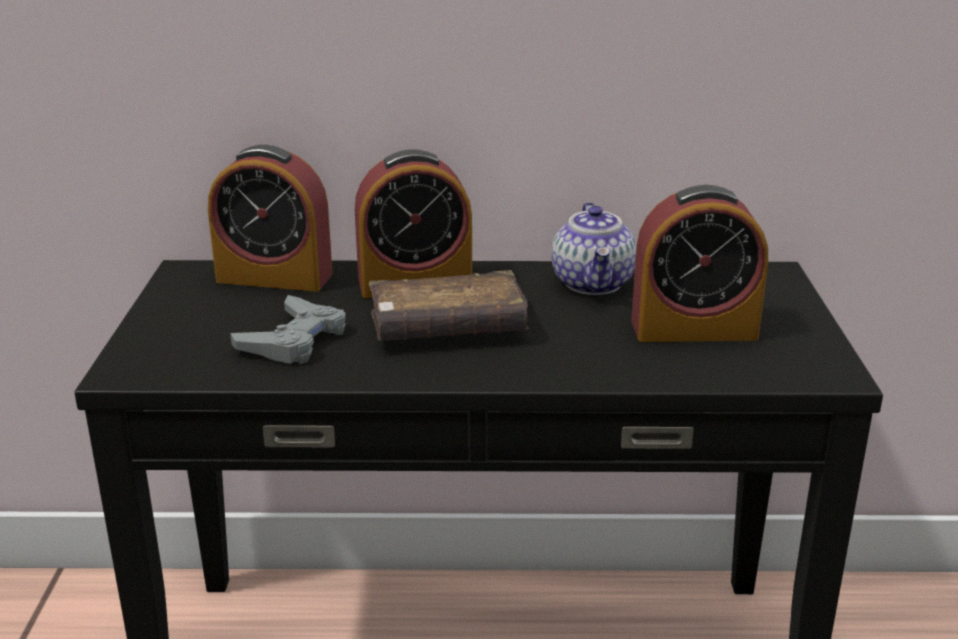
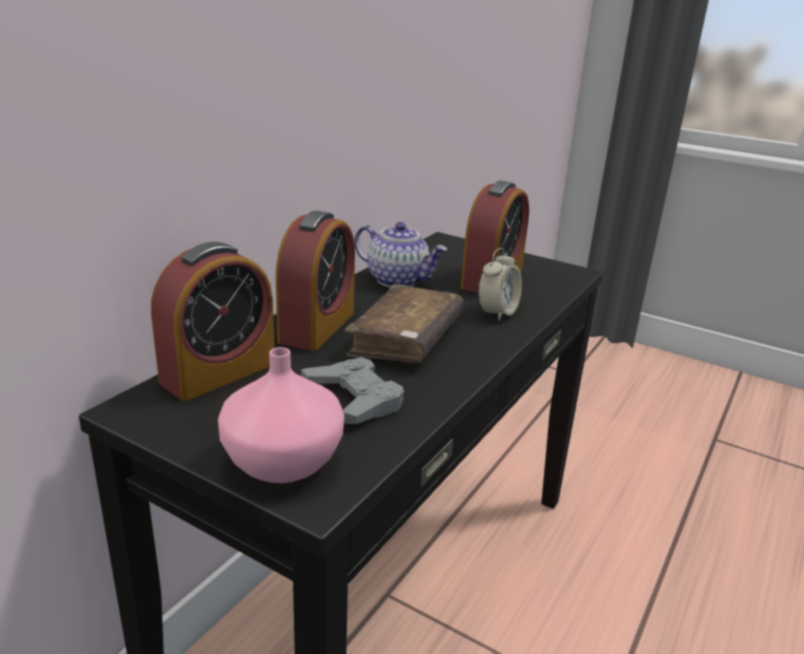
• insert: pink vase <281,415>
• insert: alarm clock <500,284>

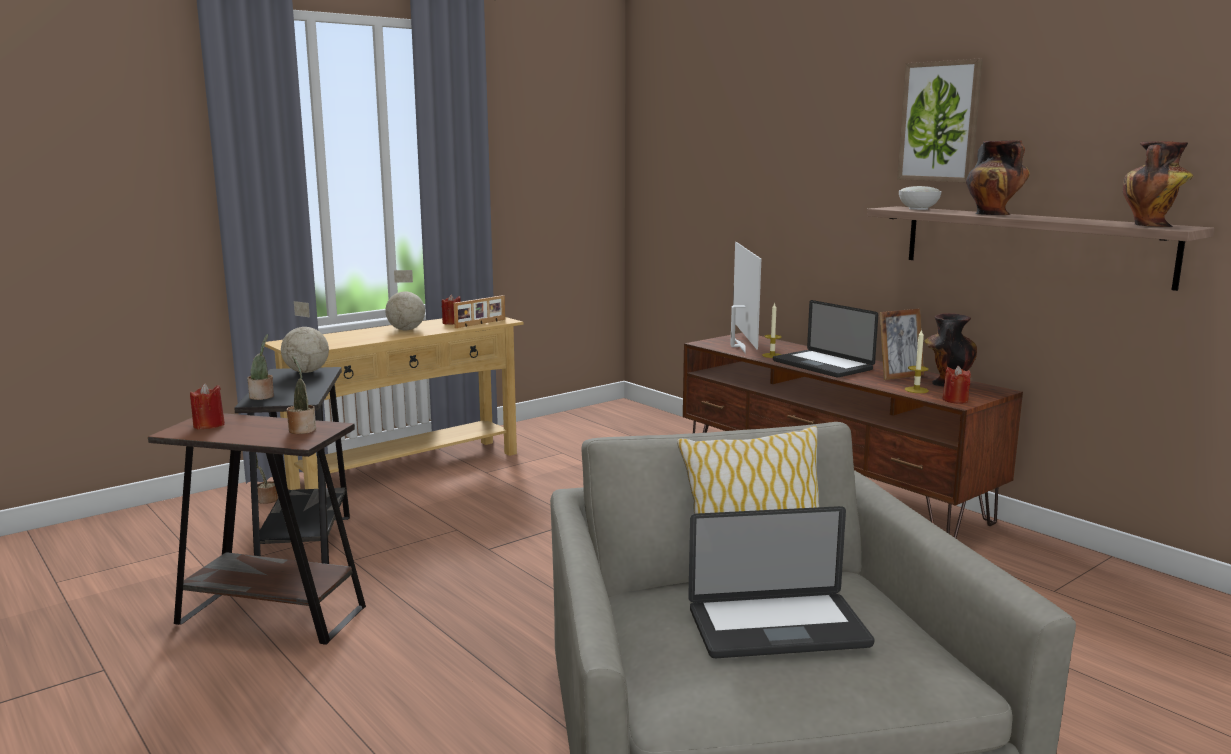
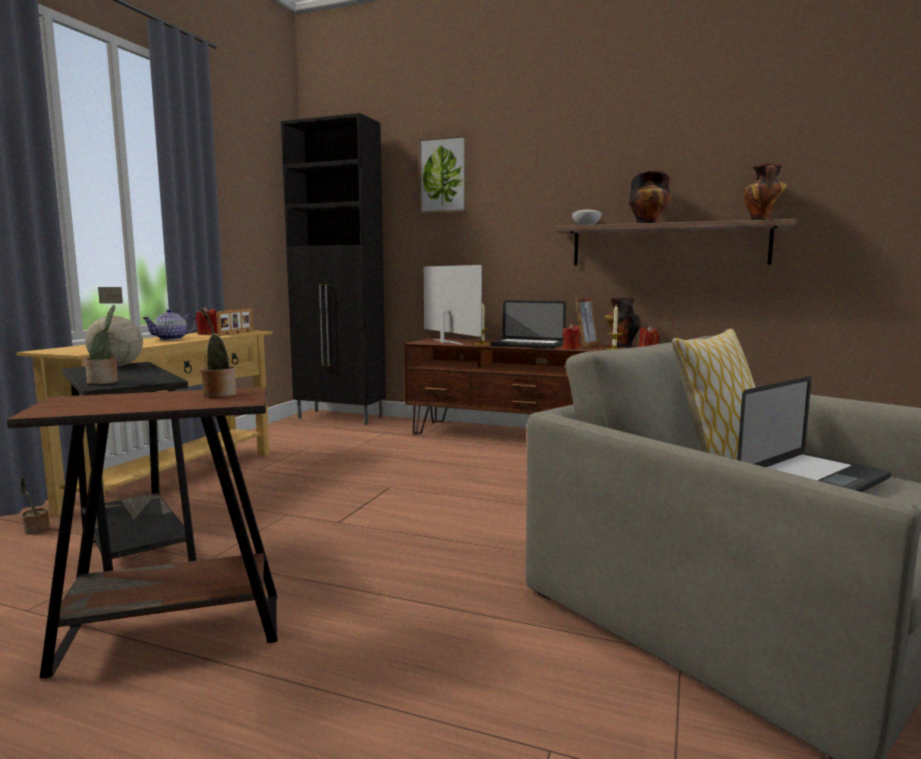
• move: red candle <207,406> to <571,336>
• replace: globe <405,300> to teapot <169,324>
• move: picture <940,120> to <443,174>
• insert: black cabinet <333,268>

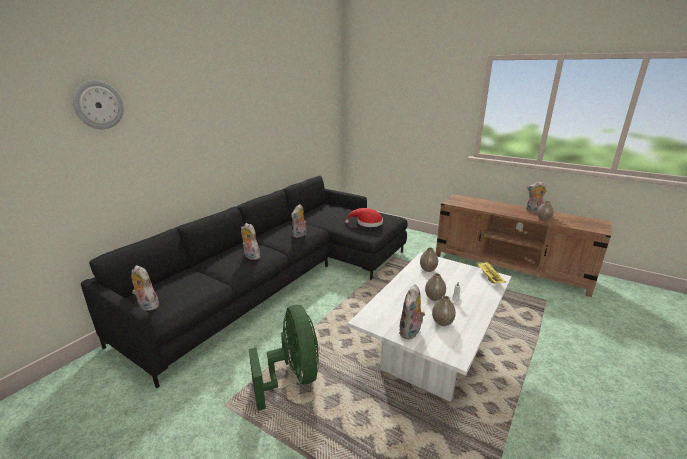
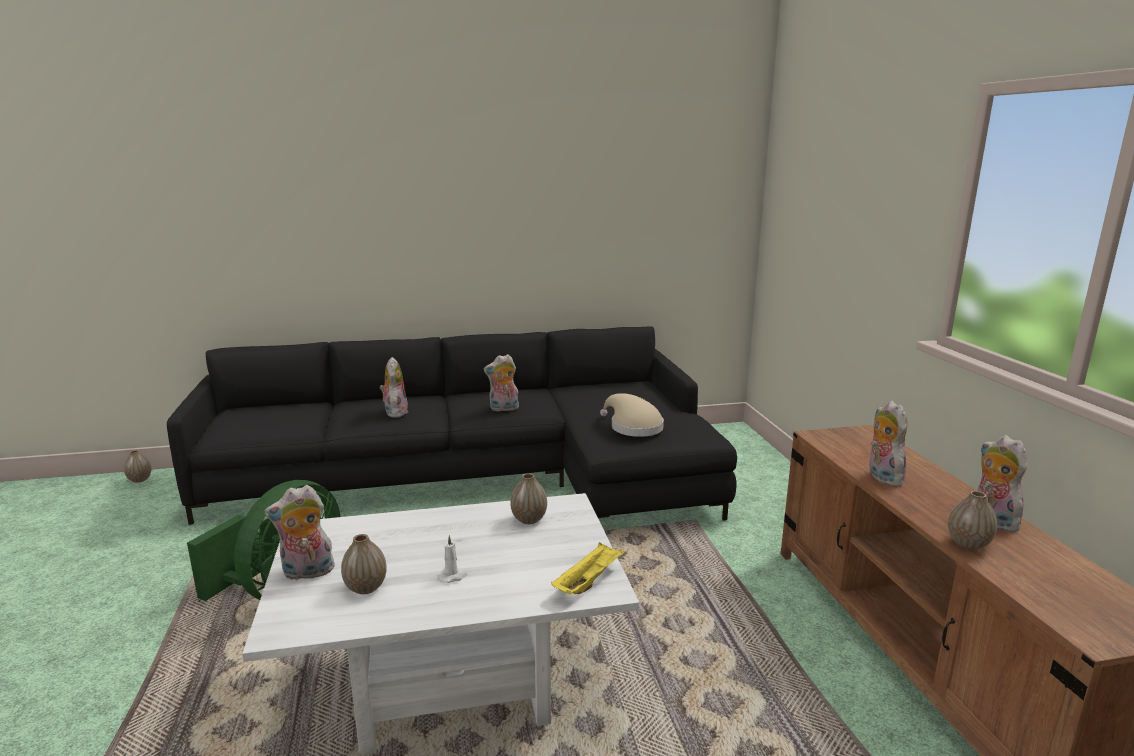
• delete: wall clock <98,104>
• move: plush toy <146,288> to <888,443>
• recolor: red hat <364,217> to beige hat <632,415>
• move: vase <435,287> to <138,466>

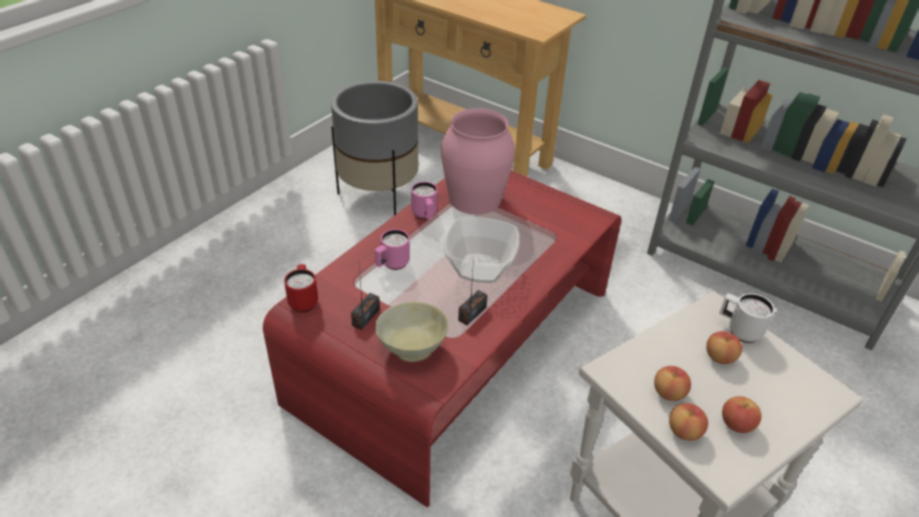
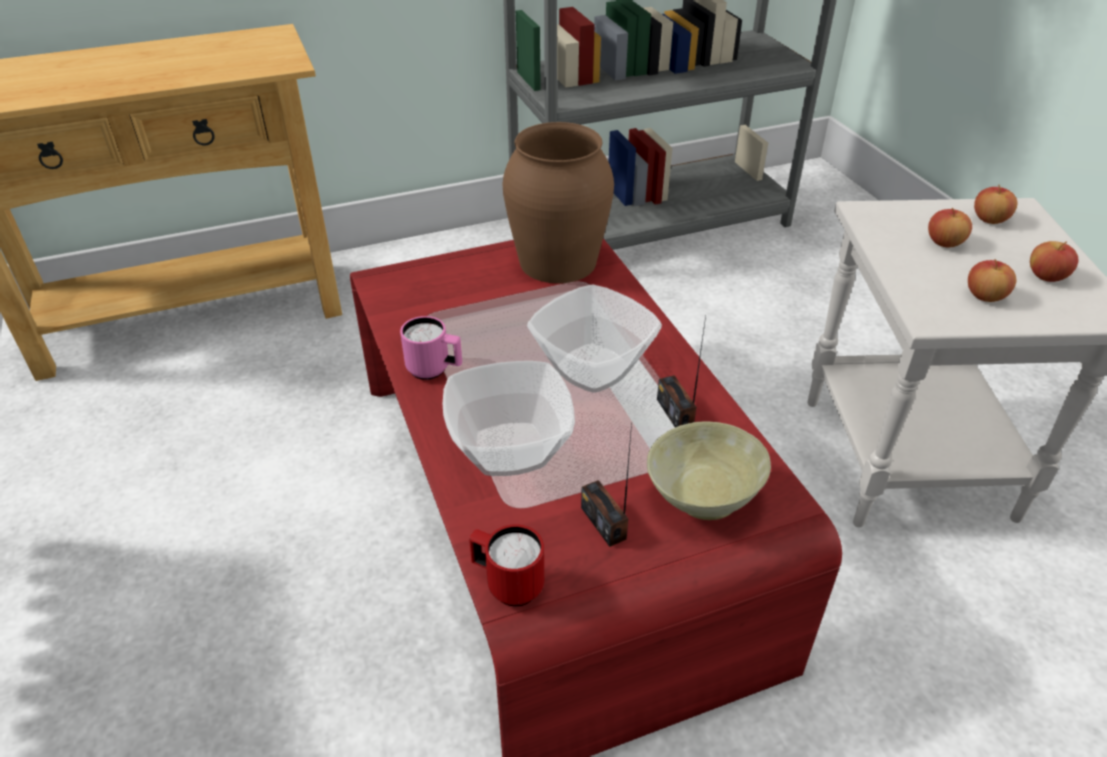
• delete: grey planter <375,148>
• replace: pink mug <392,249> to bowl <509,418>
• delete: pink vase <478,161>
• move: apple <688,422> to <996,204>
• delete: white mug <747,318>
• insert: brown vase <558,202>

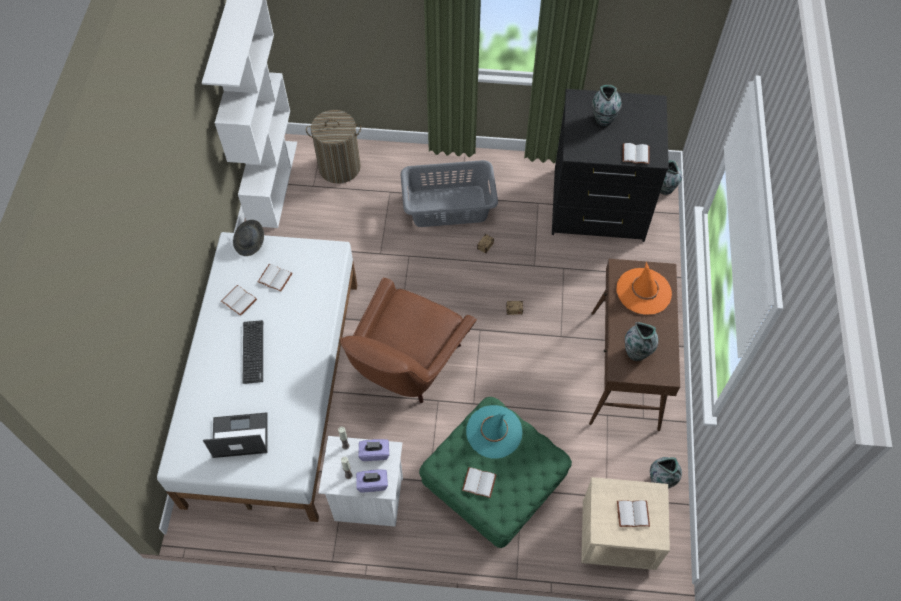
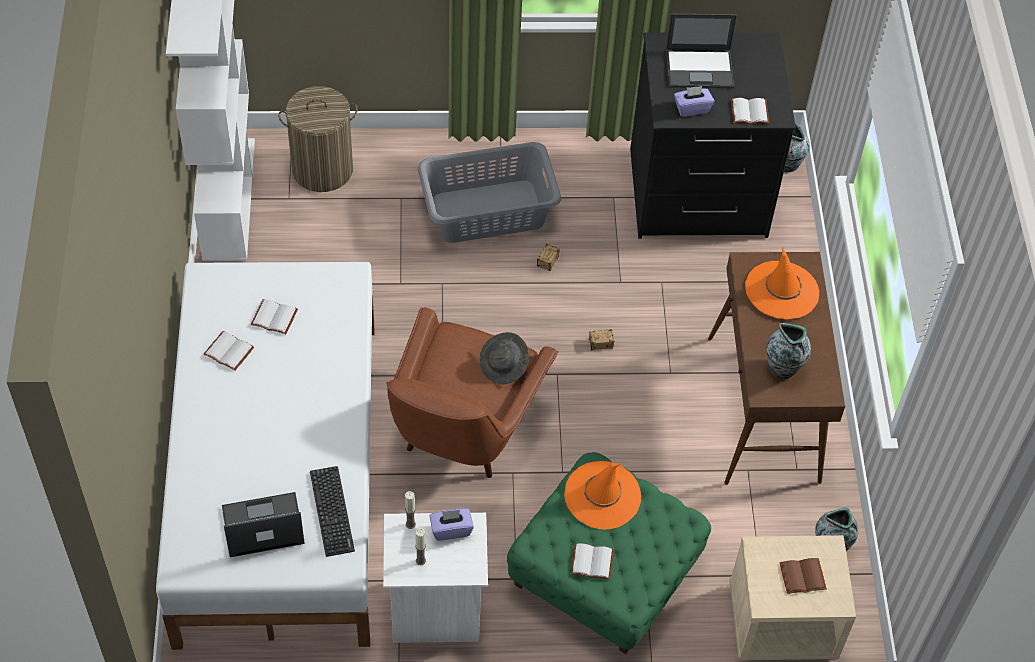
• move: grey hat <248,238> to <504,358>
• move: keyboard <253,352> to <332,511>
• move: purple tissue box <372,481> to <694,101>
• recolor: turquoise hat <494,432> to orange hat <602,495>
• replace: vase <607,105> to laptop <701,51>
• recolor: white book <633,513> to brown book <803,576>

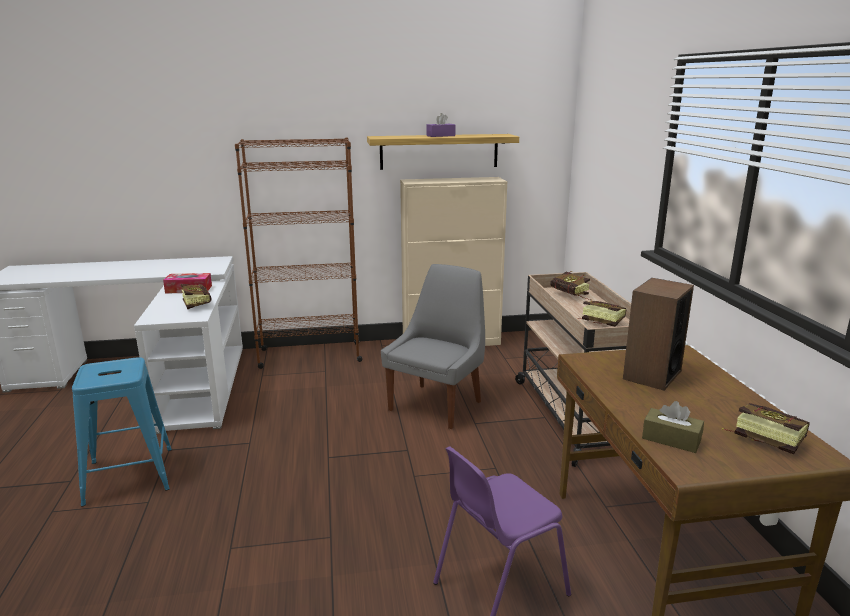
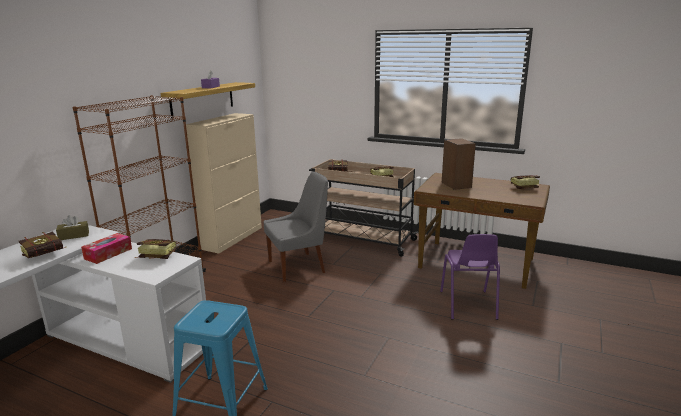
• rotate: grey chair <433,346> = <296,226> 90 degrees clockwise
• move: brown tissue box <673,427> to <72,227>
• insert: book <42,245>

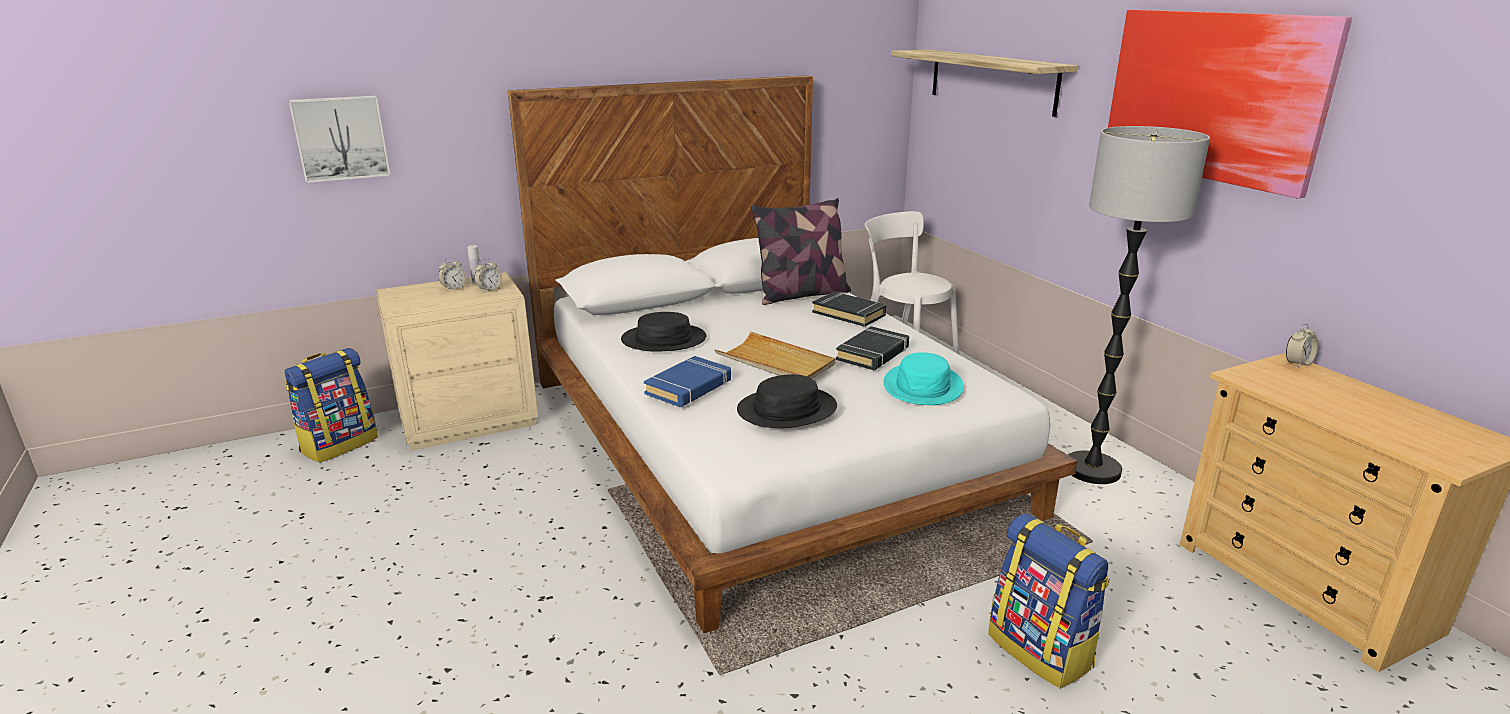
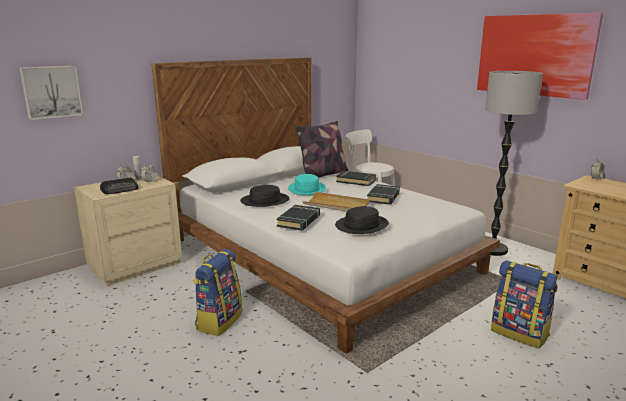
• move: backpack <331,405> to <217,292>
• recolor: blue book <687,381> to black book <298,218>
• move: turquoise hat <923,378> to <307,184>
• delete: shelf <984,83>
• insert: radio <119,186>

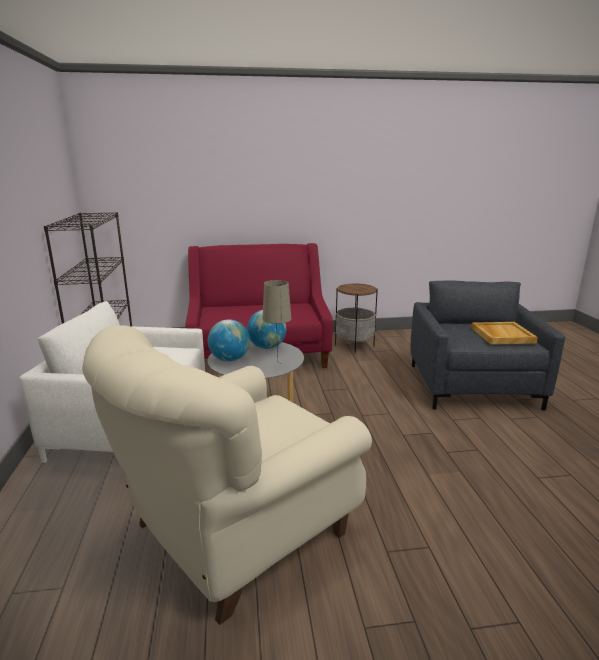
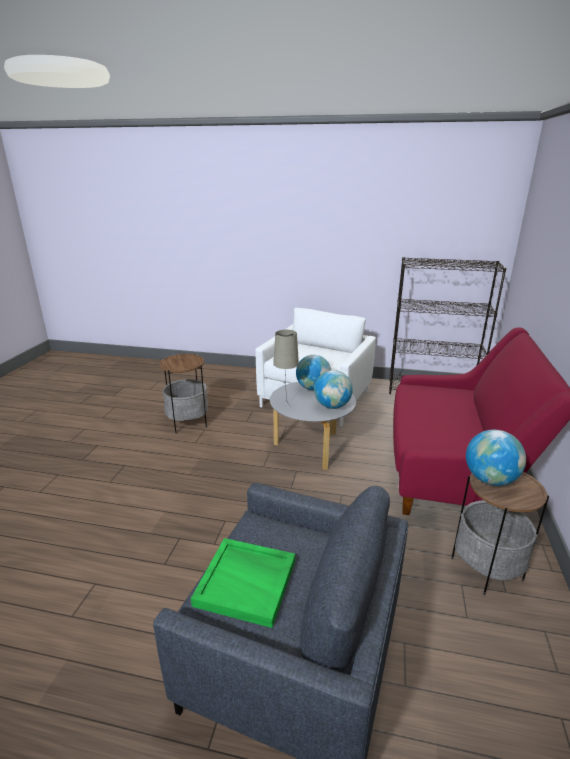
• replace: beige armchair <227,475> to side table <184,393>
• recolor: beige tray <504,333> to green tray <243,583>
• insert: globe <496,458>

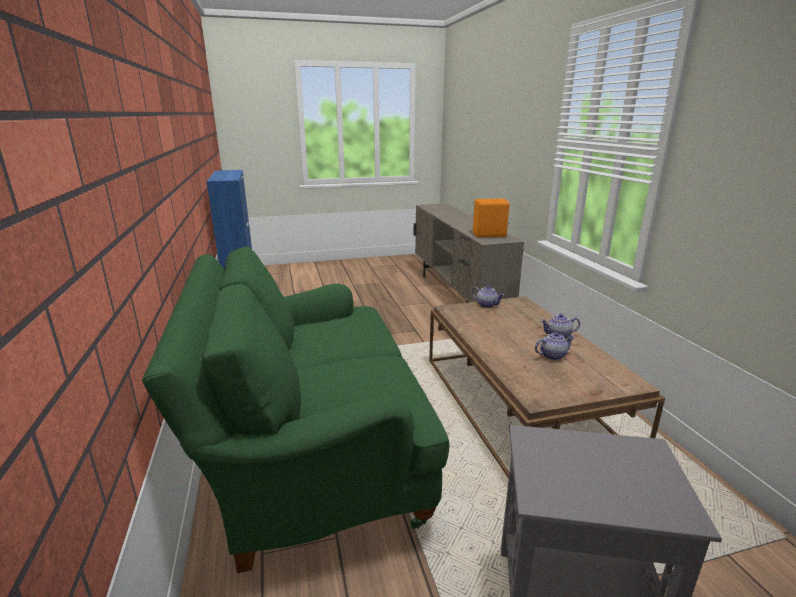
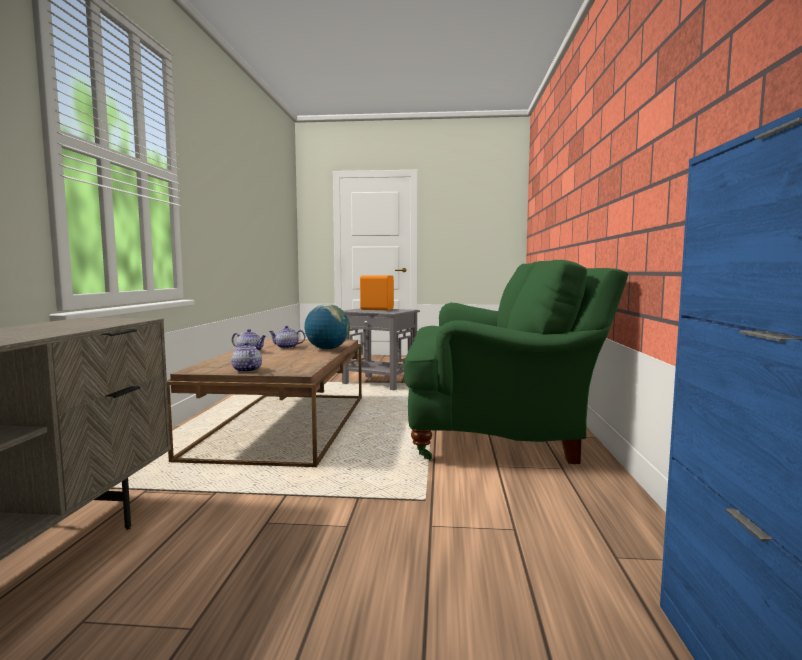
• move: orange speaker <491,218> to <377,292>
• insert: globe <327,327>

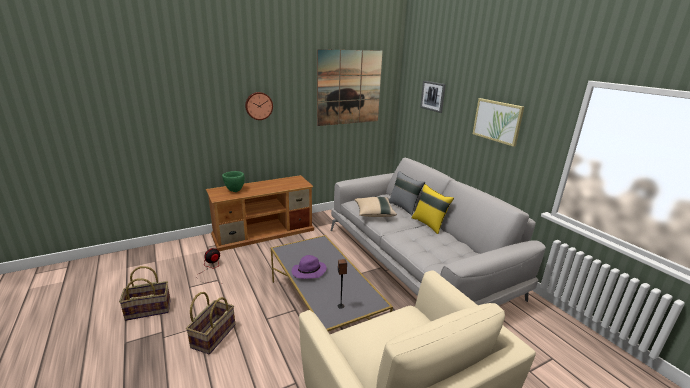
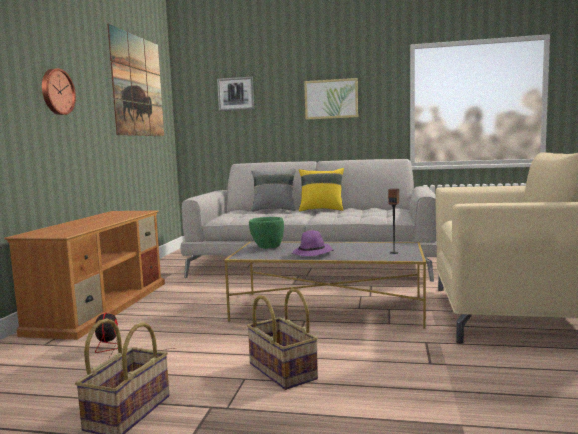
• move: green bowl <233,181> to <266,233>
• delete: beige pillow <375,207>

